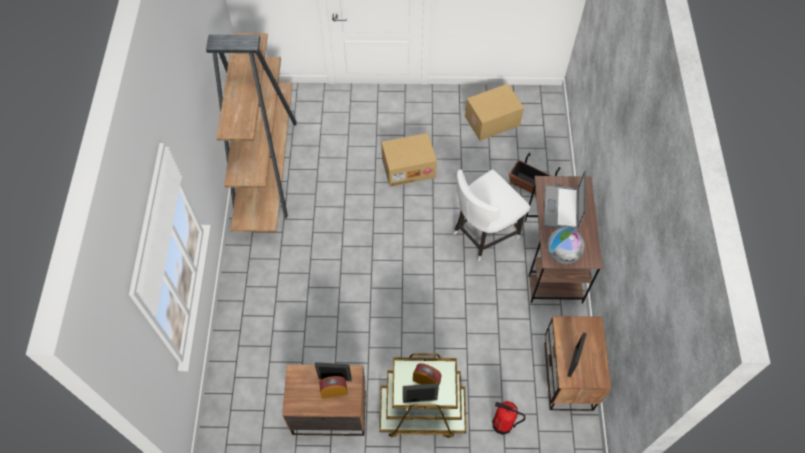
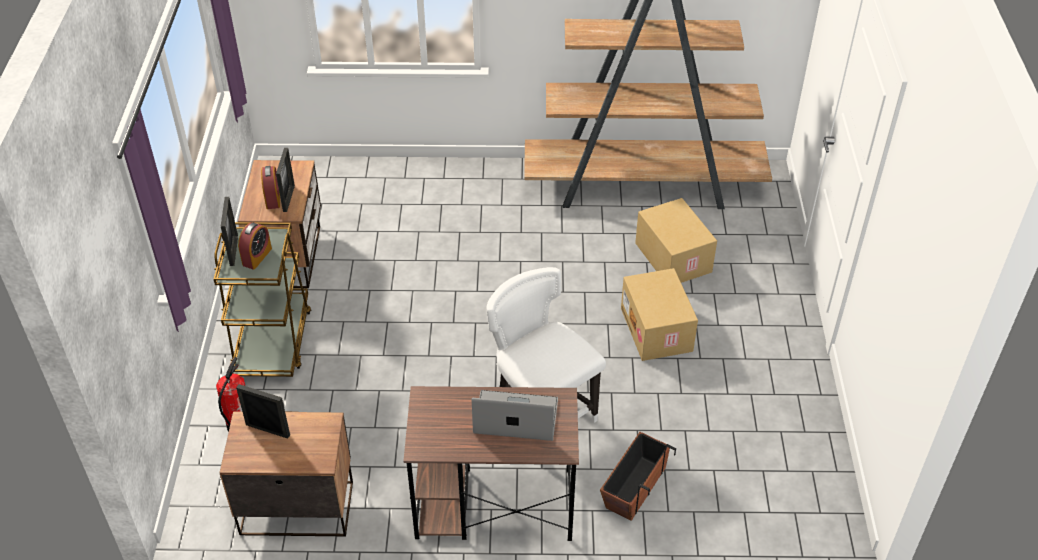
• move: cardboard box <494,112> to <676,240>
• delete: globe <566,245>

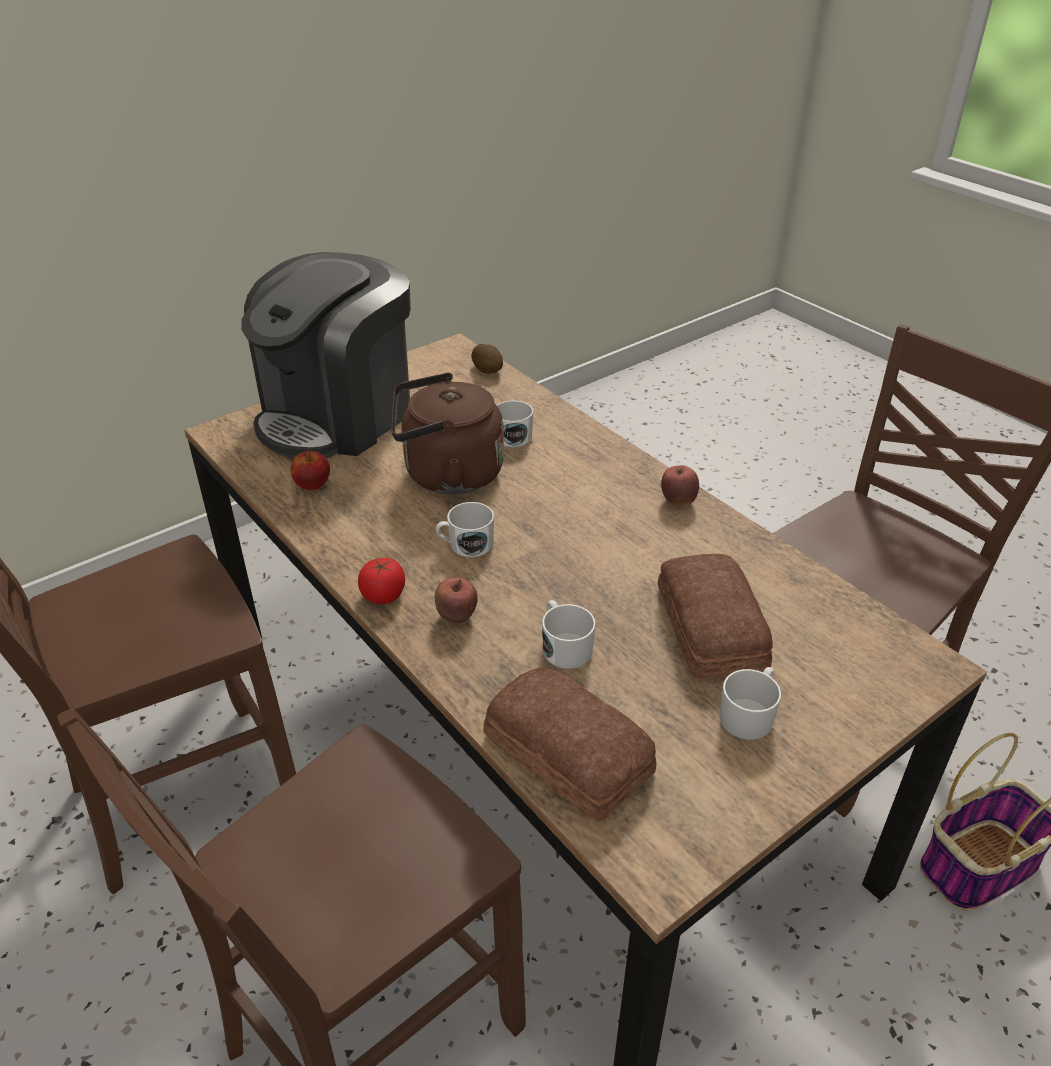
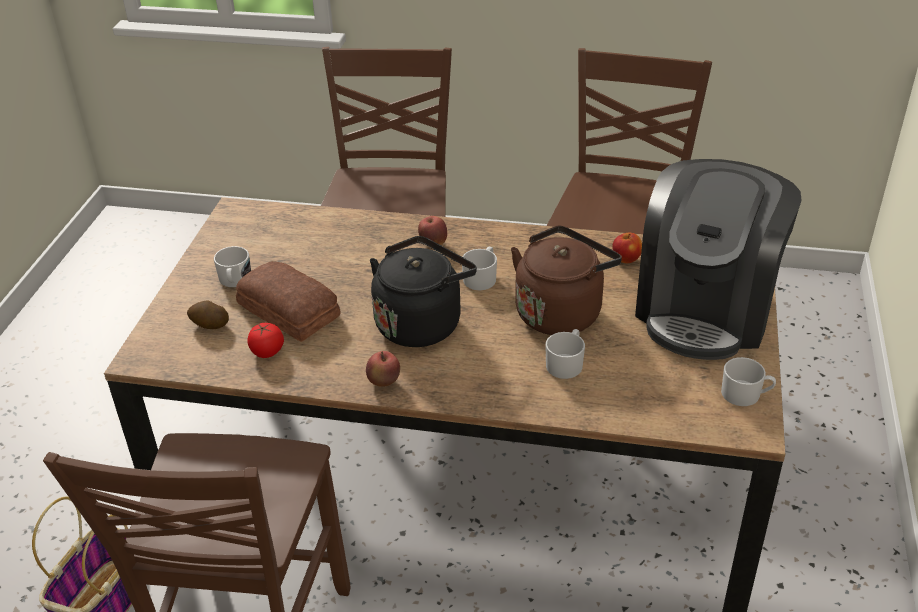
• rotate: coffee machine <326,355> = <718,259> 150 degrees counterclockwise
• move: tomato <381,581> to <265,340>
• move: potato <487,359> to <208,314>
• delete: bread <569,744>
• move: white mug <569,634> to <748,381>
• insert: black kettle <423,291>

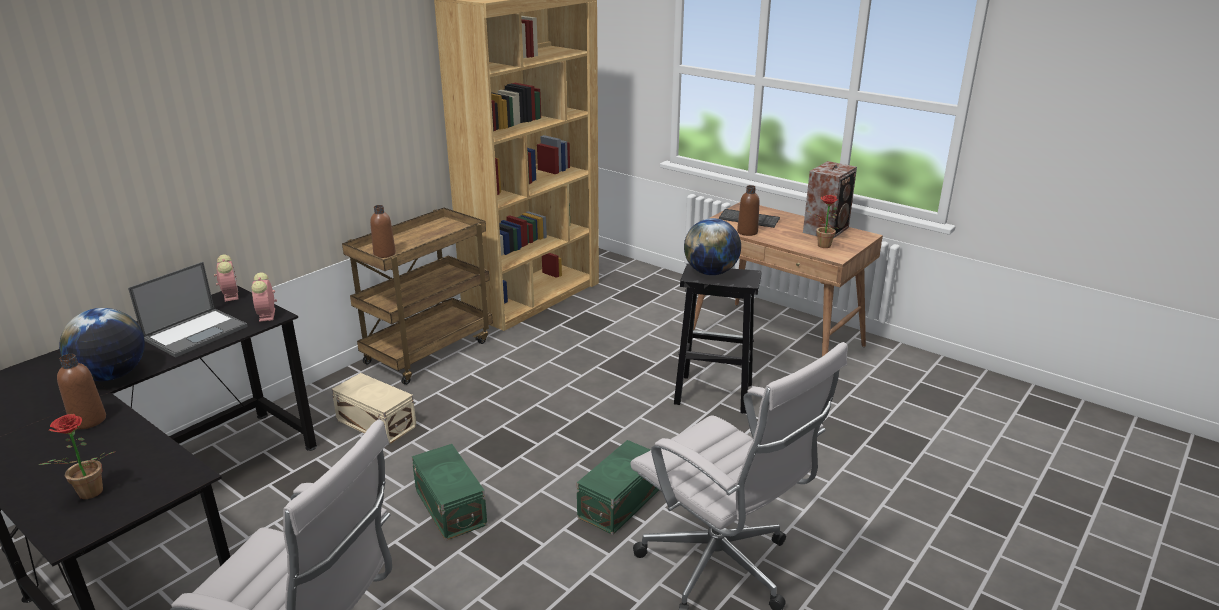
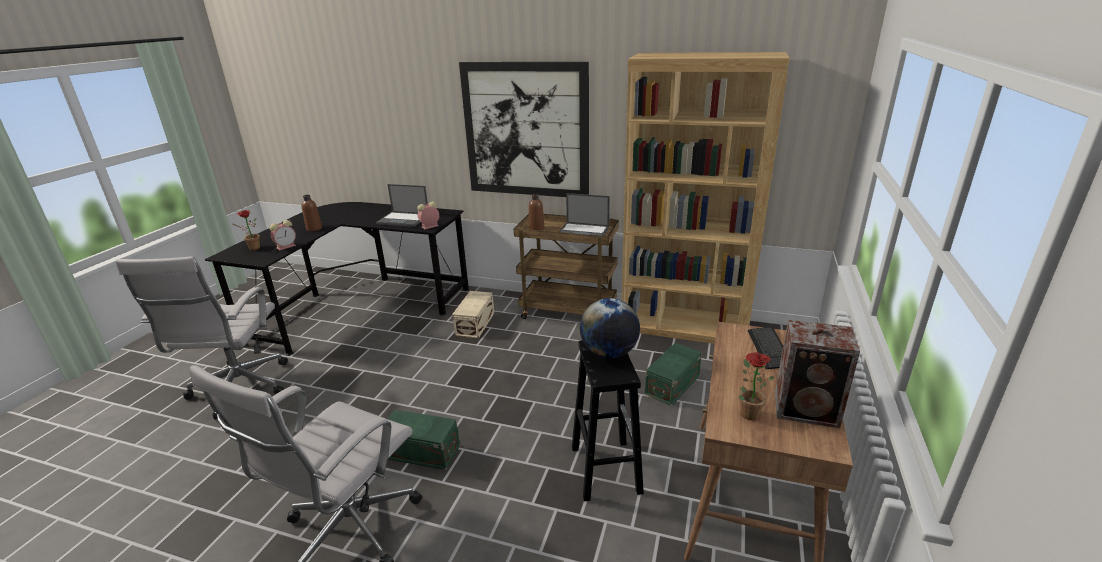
• delete: globe <102,344>
• move: alarm clock <226,278> to <282,235>
• move: green storage box <449,492> to <673,374>
• delete: brown bottle <748,210>
• insert: picture <524,129>
• insert: laptop <584,214>

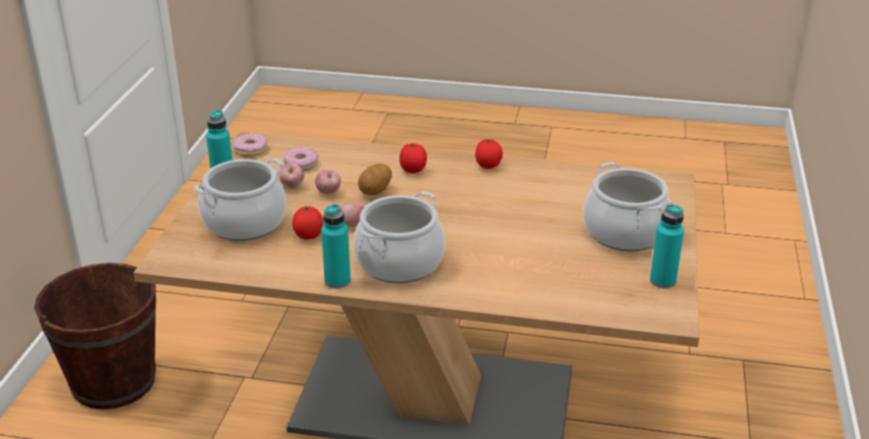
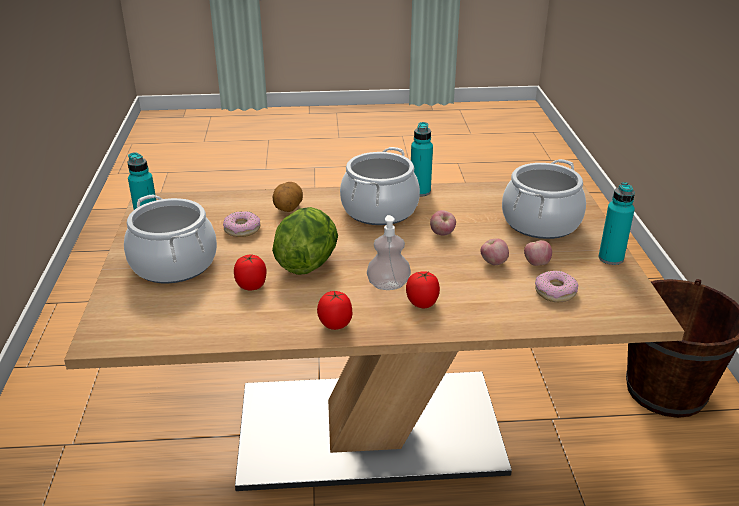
• move: donut <250,145> to <242,224>
• move: tomato <307,222> to <250,272>
• move: potato <375,179> to <288,197>
• insert: lettuce <305,241>
• insert: soap dispenser <389,252>

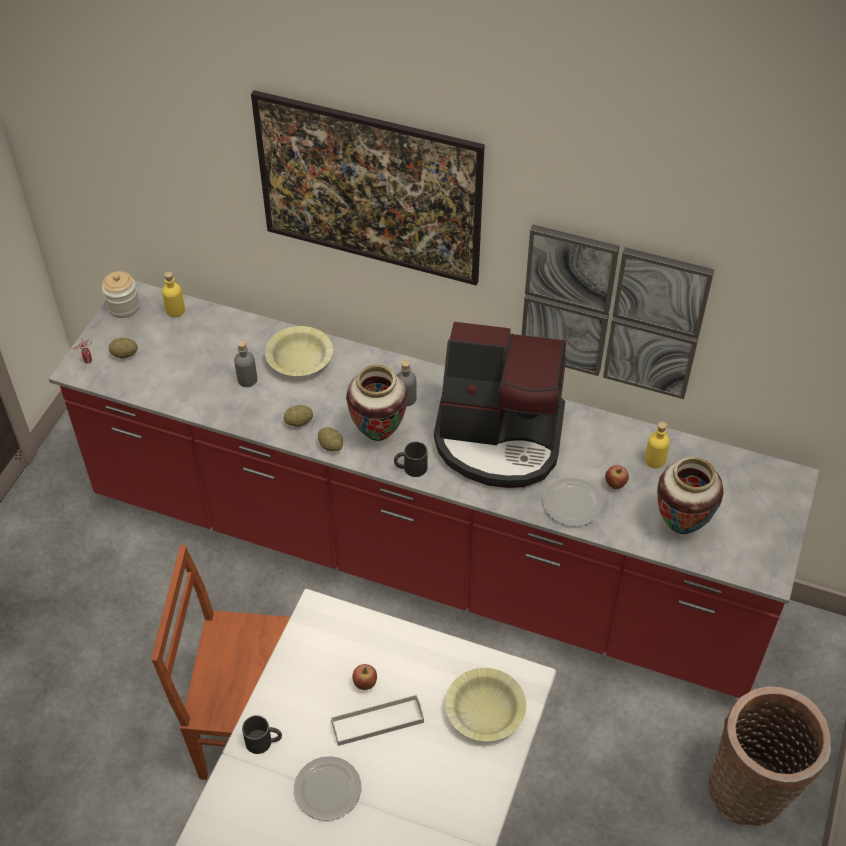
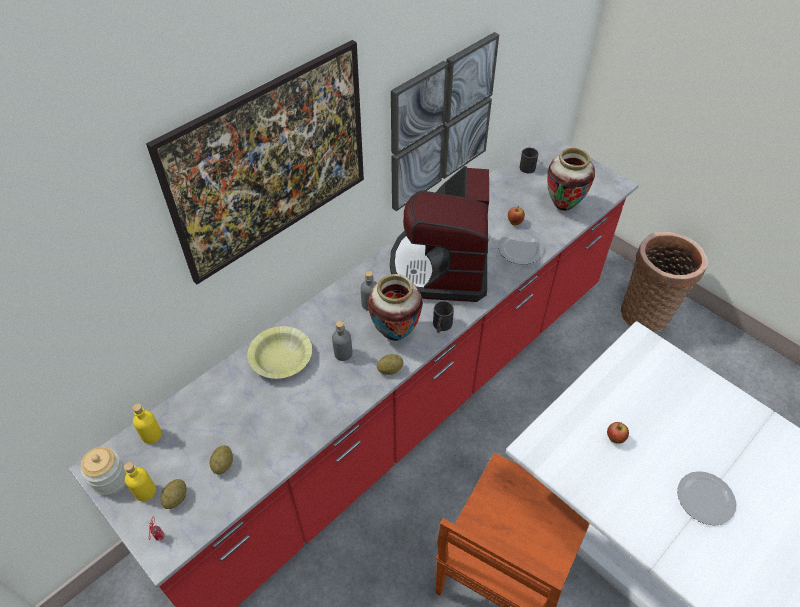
• move: grey bottle <245,363> to <342,340>
• move: black mug <262,734> to <528,160>
• move: potato <298,416> to <221,460>
• delete: grey tray <377,720>
• rotate: coffee machine <500,405> = <439,234> 150 degrees clockwise
• delete: yellow bowl <485,704>
• move: yellow bottle <657,445> to <139,481>

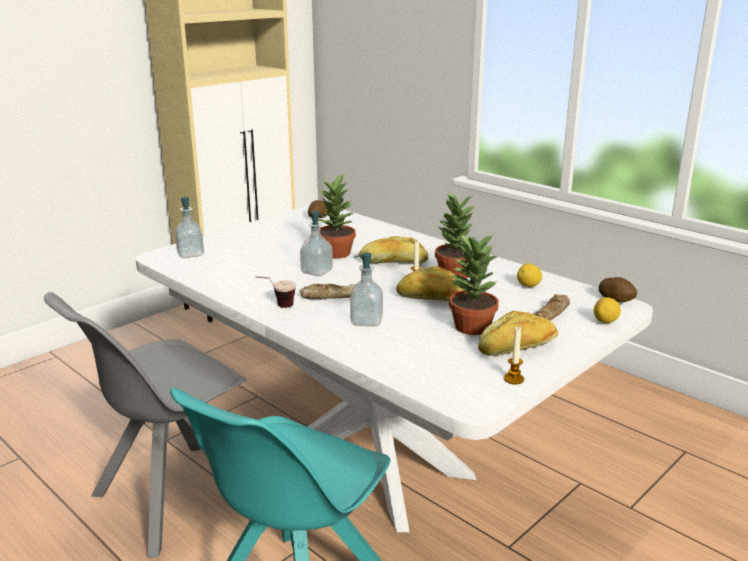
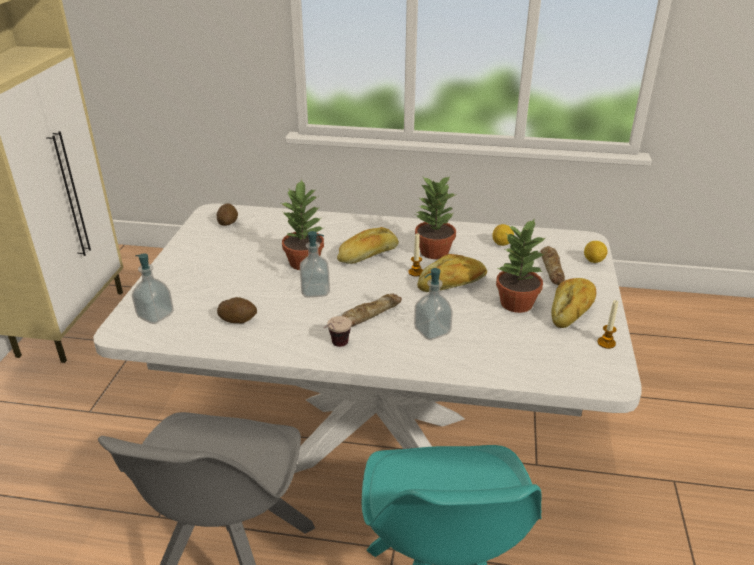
• move: potato <617,290> to <237,310>

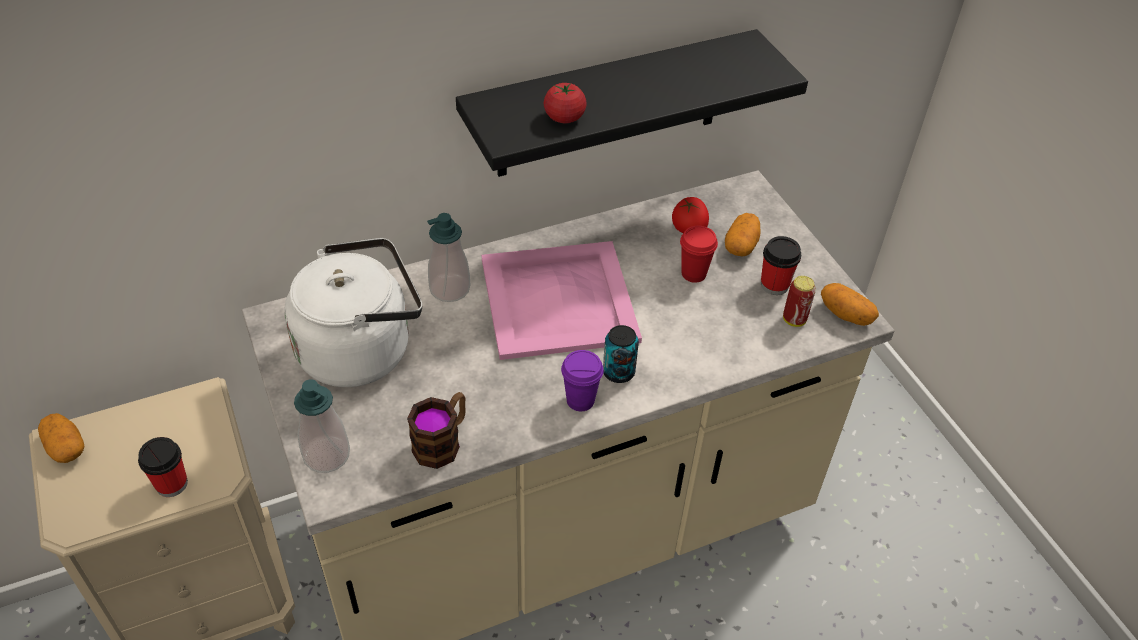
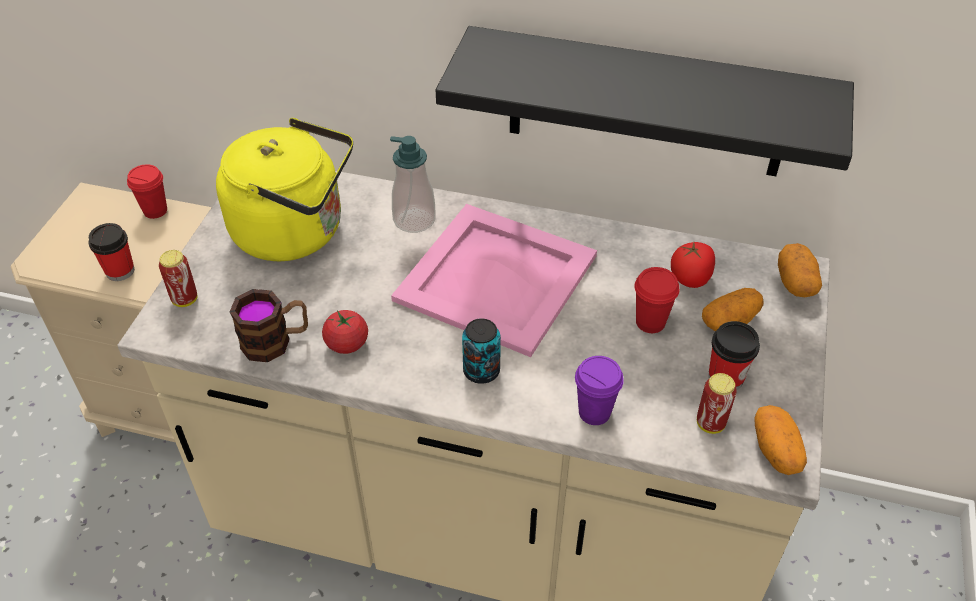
• move: potato <61,438> to <800,270>
• recolor: white kettle <353,312> to yellow kettle <284,189>
• replace: soap dispenser <322,426> to can <178,278>
• move: tomato <565,103> to <345,332>
• move: purple cup <582,380> to <599,390>
• insert: red cup <147,191>

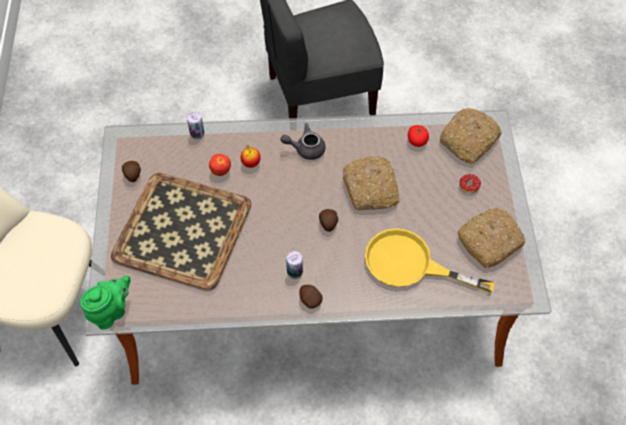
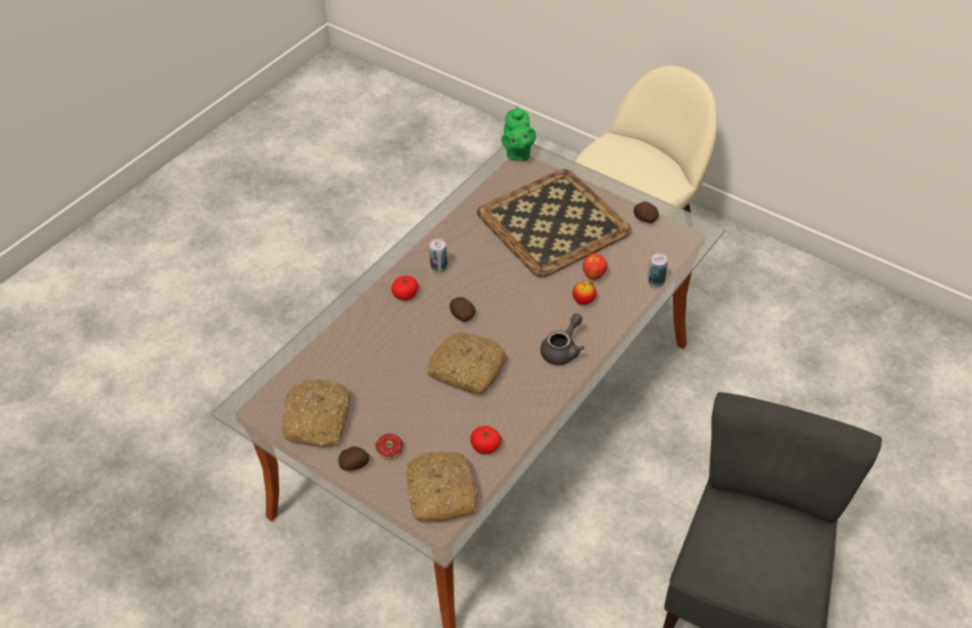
• move: potato <311,297> to <353,458>
• delete: yellow frying pan <429,260>
• insert: tomato <405,288>

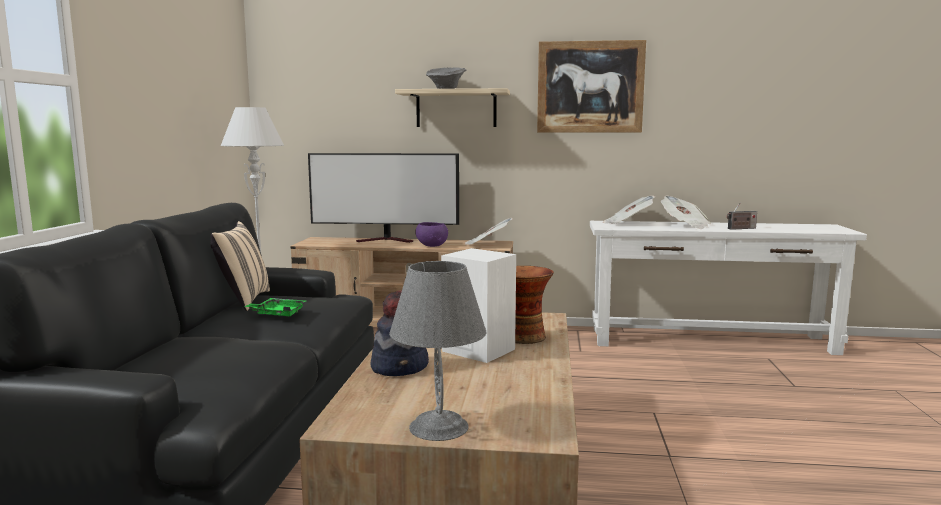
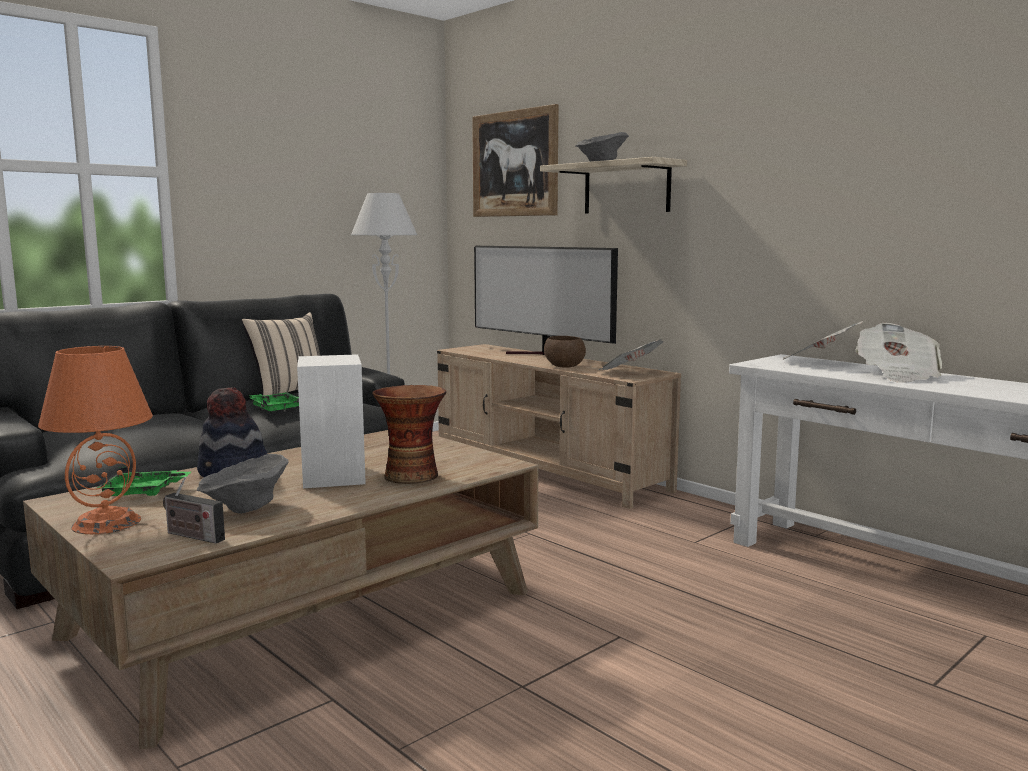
• recolor: grey table lamp <438,351> to orange table lamp <95,440>
• recolor: purple bowl <431,234> to brown bowl <565,352>
• move: picture <591,86> to <515,160>
• move: radio <742,216> to <194,510>
• insert: green tray <143,481>
• insert: grey bowl <242,484>

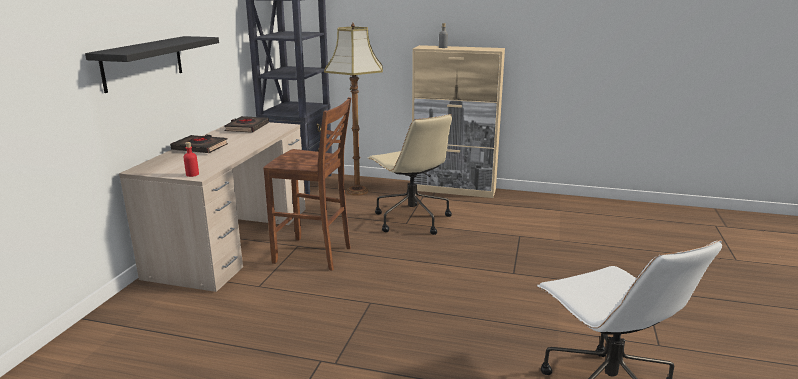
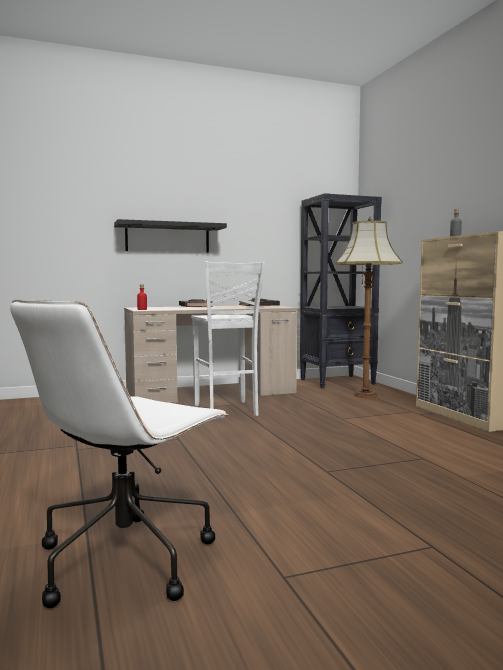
• recolor: brown stool <307,184> to white stool <228,338>
• delete: beige office chair <410,174>

